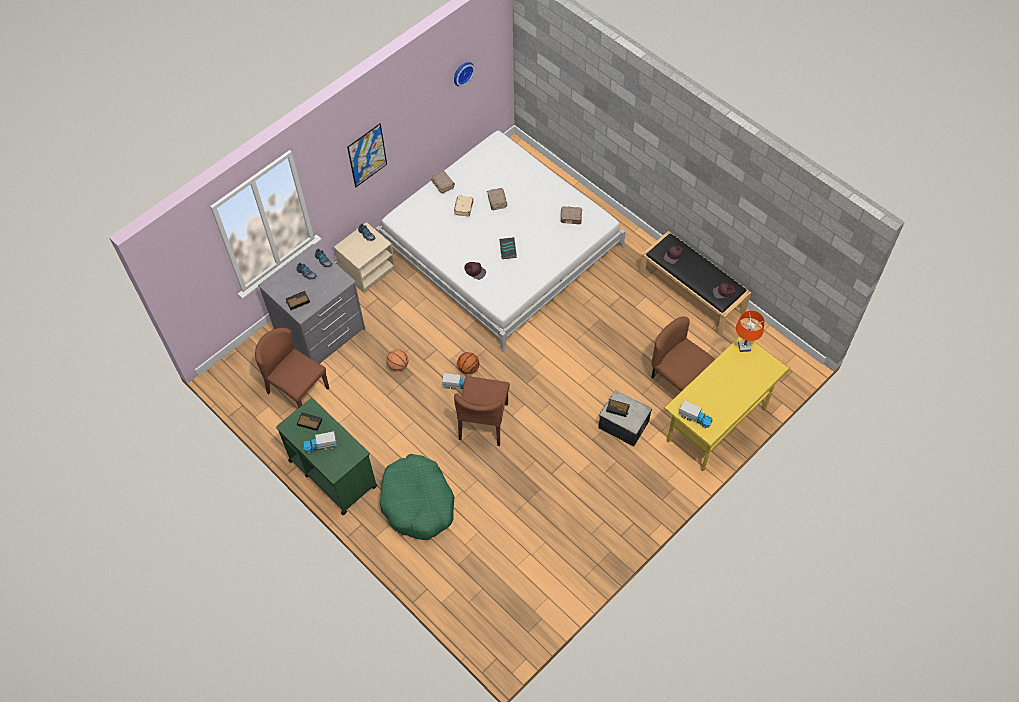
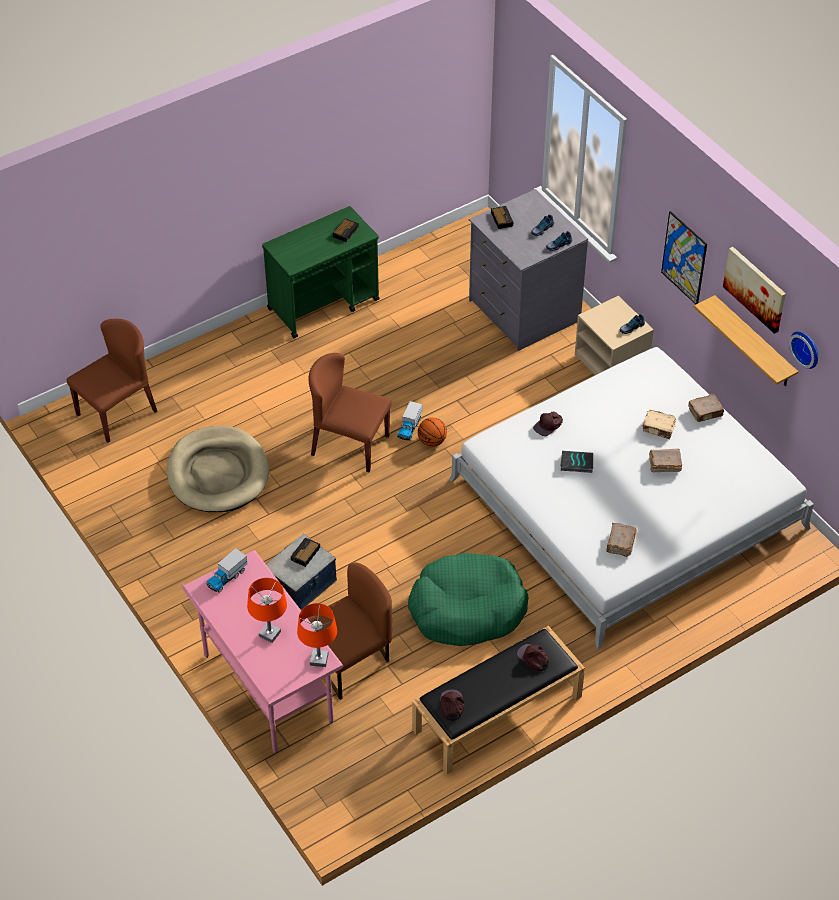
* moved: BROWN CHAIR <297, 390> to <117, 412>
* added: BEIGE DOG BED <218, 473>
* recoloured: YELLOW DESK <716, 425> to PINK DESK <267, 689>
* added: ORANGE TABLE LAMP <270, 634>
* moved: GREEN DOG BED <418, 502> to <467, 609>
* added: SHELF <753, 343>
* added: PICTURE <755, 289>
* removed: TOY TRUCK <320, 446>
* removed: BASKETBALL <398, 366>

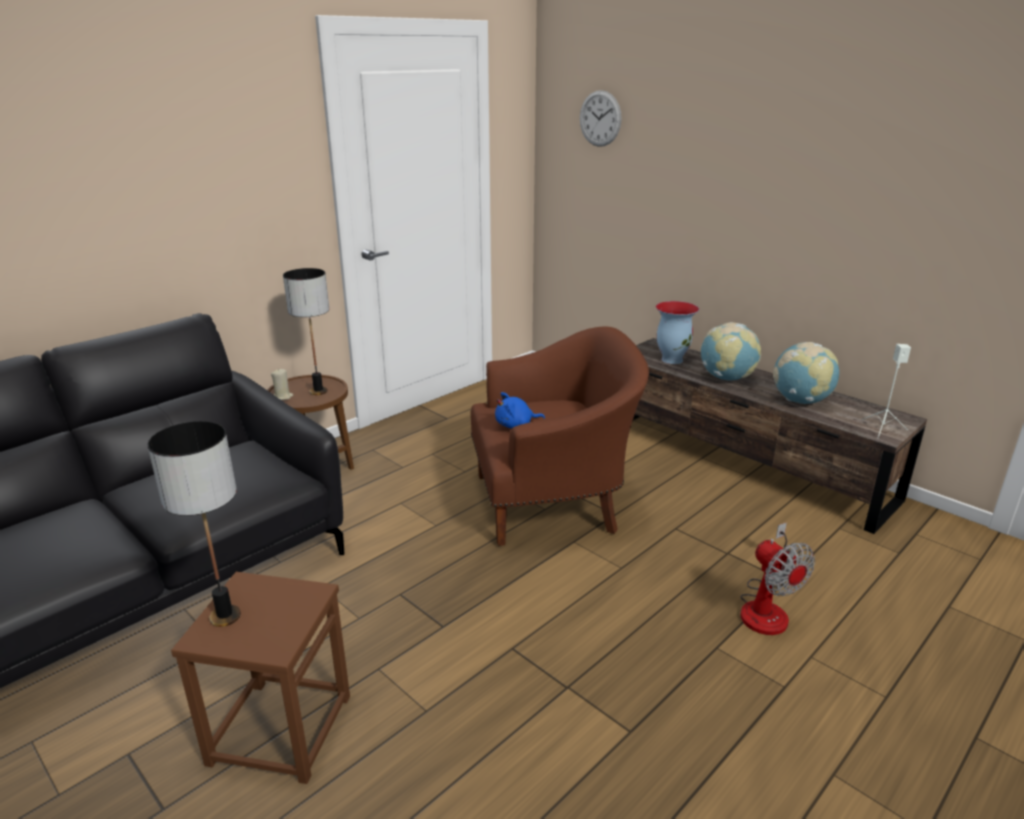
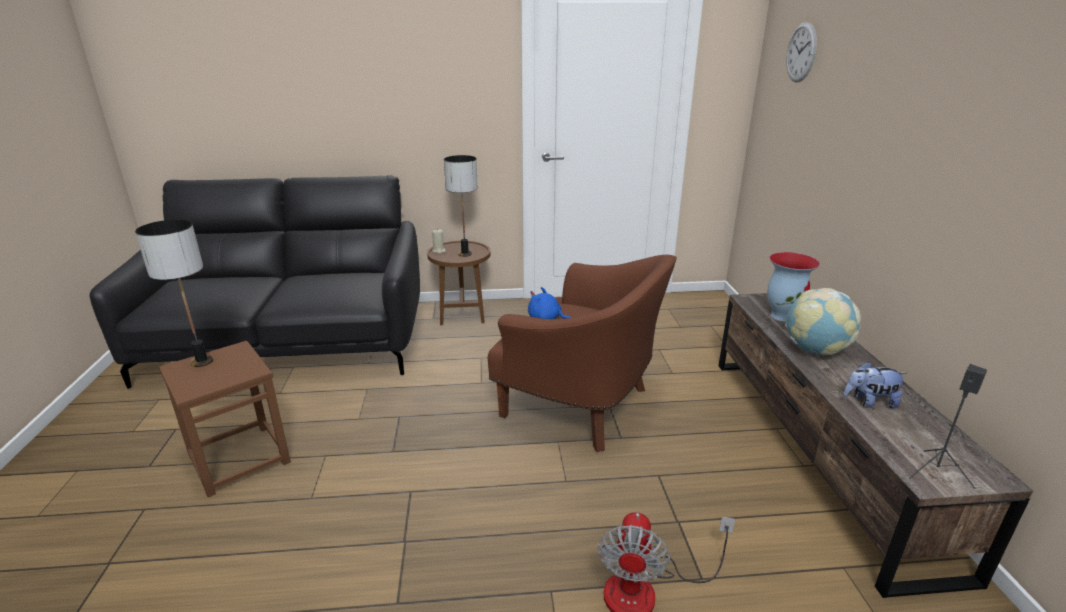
* replaced: GLOBE <800, 401> to PLUSH TOY <869, 402>
* recoloured: WHITE SPEAKER <882, 429> to BLACK SPEAKER <935, 472>

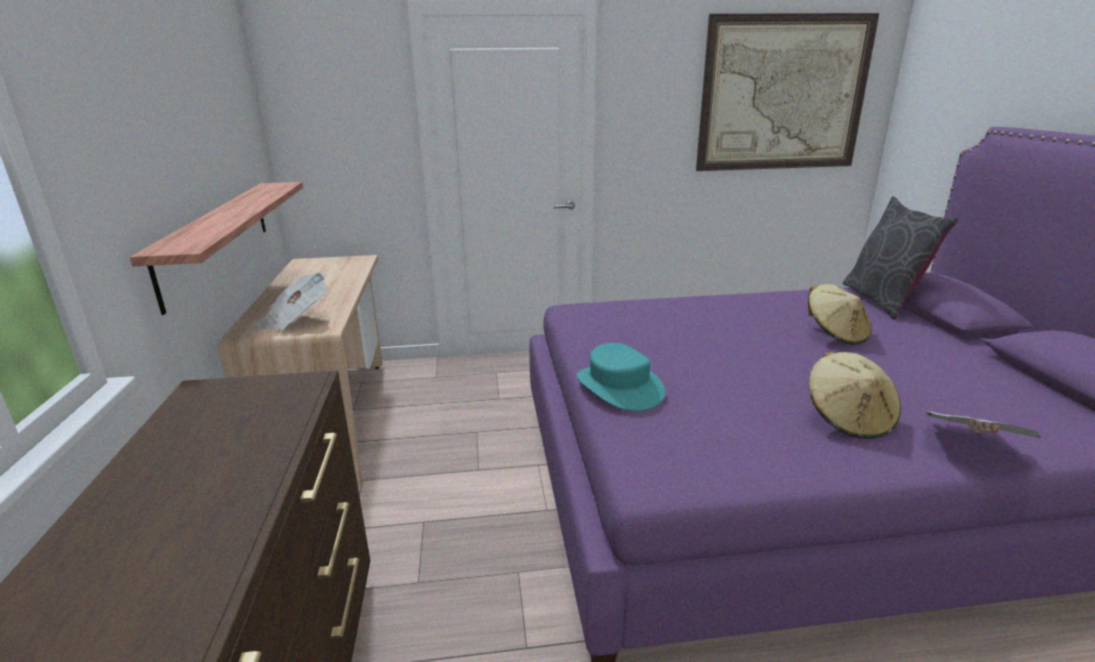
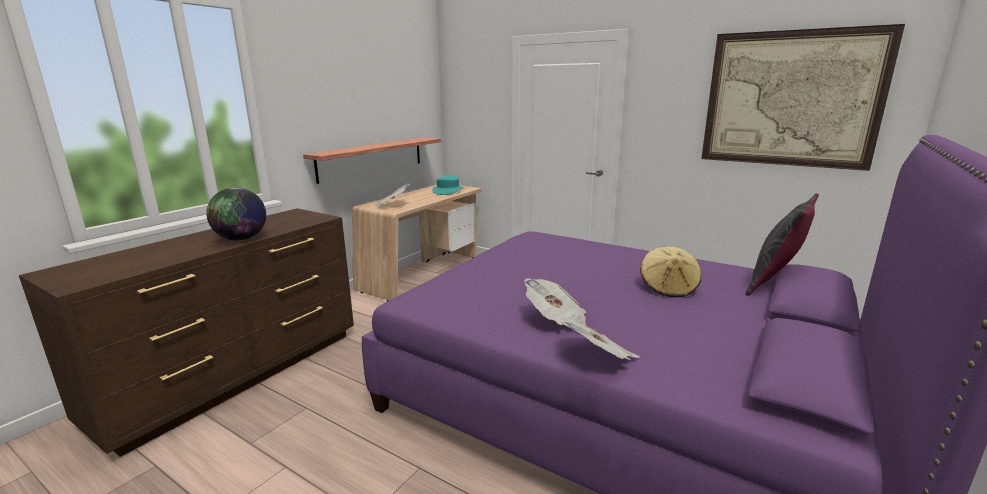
* added: GLOBE <241, 239>
* moved: TURQUOISE HAT <618, 387> to <448, 191>
* replaced: BEIGE HAT <848, 419> to NEWSPAPER <556, 320>

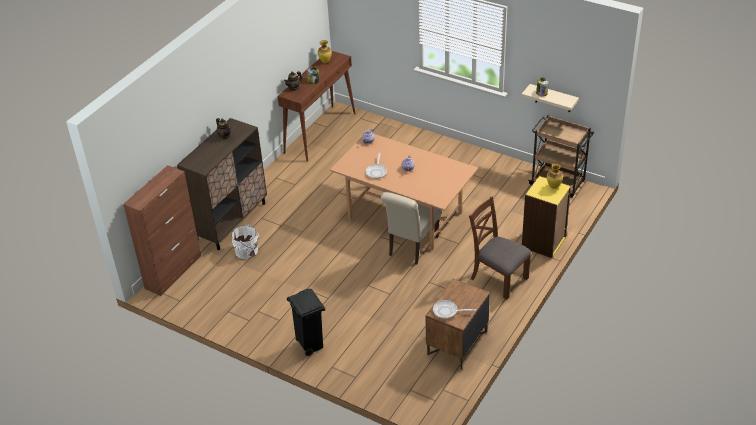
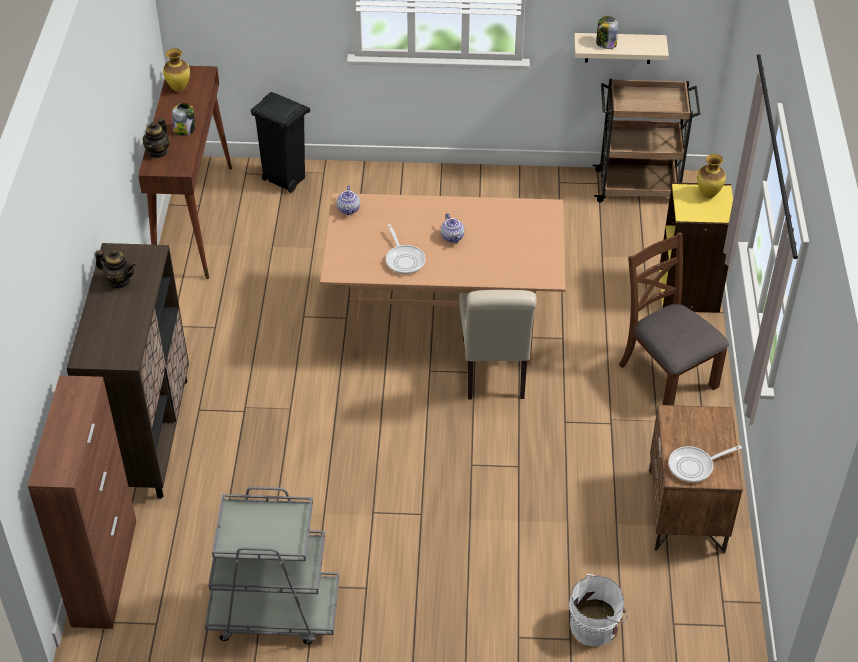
* added: GREY CART <273, 611>
* moved: BLACK TRASH CAN <310, 345> to <284, 180>
* moved: WHITE BUCKET <247, 251> to <596, 625>
* turned: BROWN CHAIR <498, 278> = <666, 375> 45 degrees clockwise

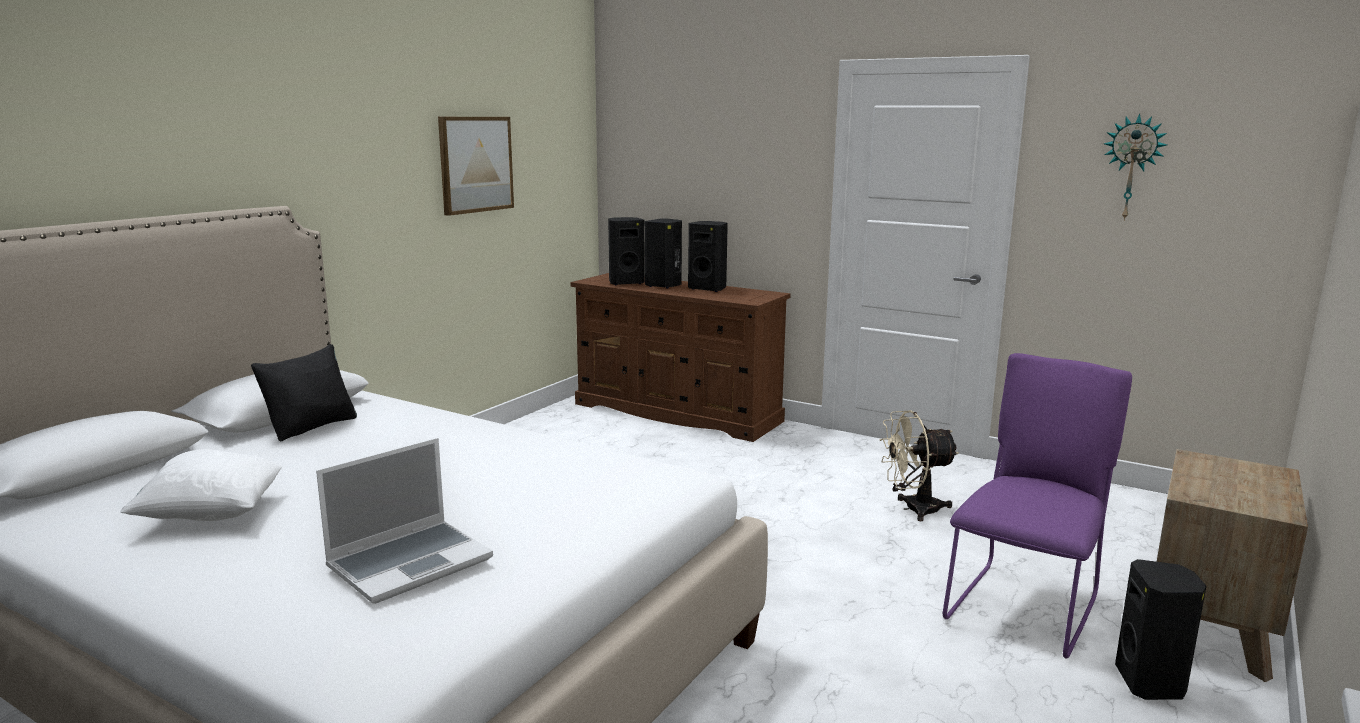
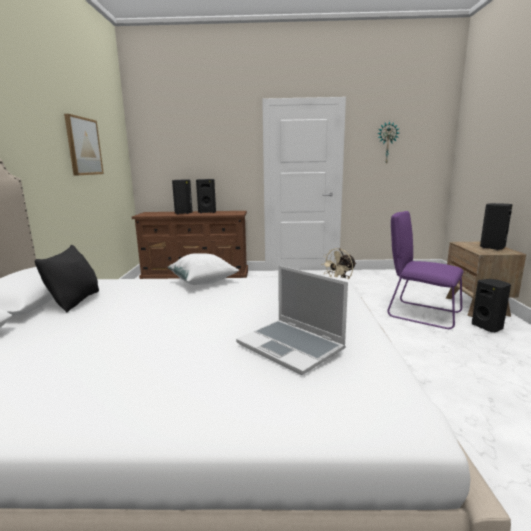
* moved: WHITE PILLOW <211, 514> to <203, 283>
* turned: LAPTOP <411, 562> = <292, 347> 120 degrees clockwise
* turned: PURPLE CHAIR <1025, 605> = <420, 314> 60 degrees counterclockwise
* moved: BLACK SPEAKER <625, 283> to <492, 247>

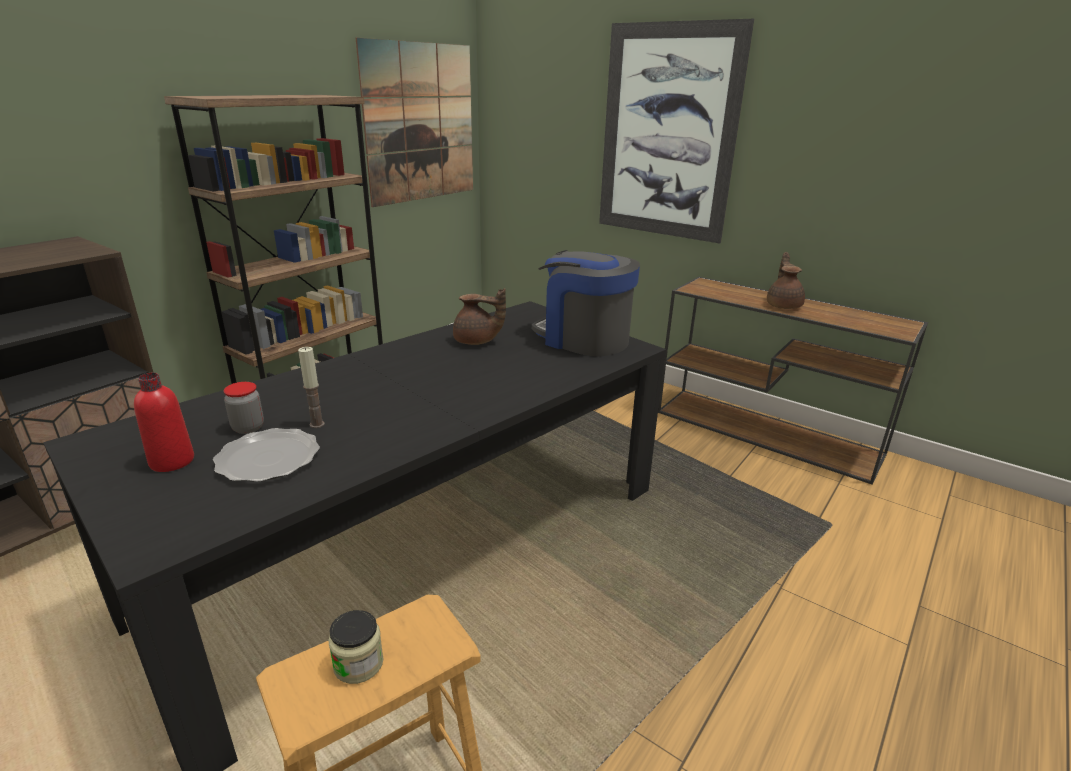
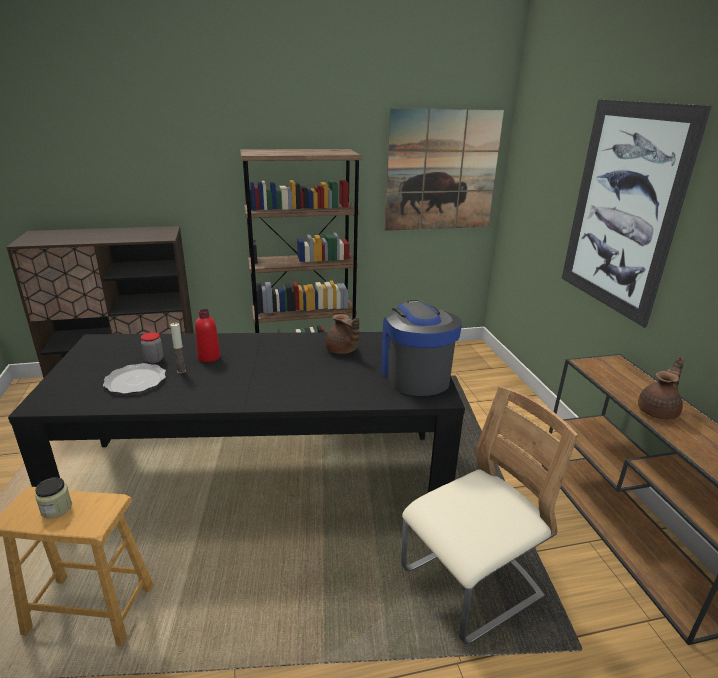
* moved: RED BOTTLE <172, 461> to <209, 357>
* added: BEIGE CHAIR <470, 585>

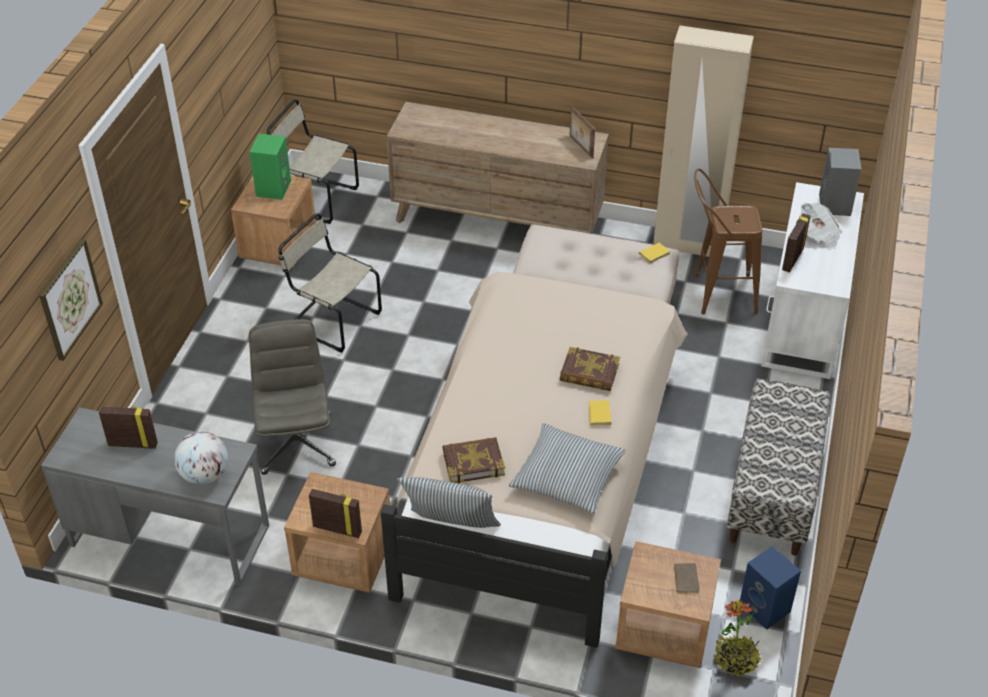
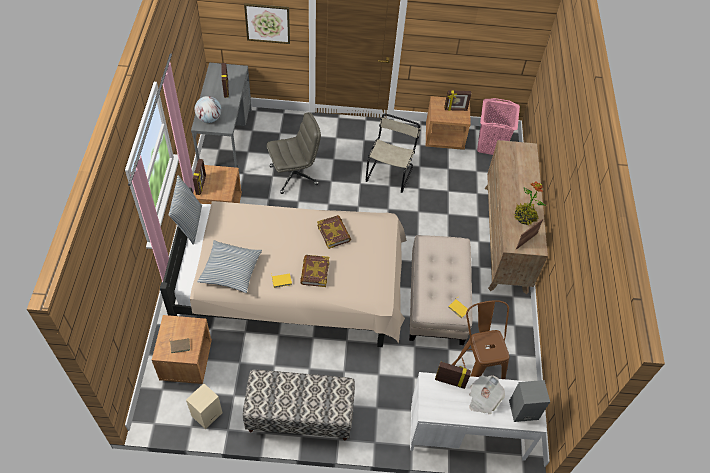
* recoloured: BLUE SPEAKER <766, 608> to BEIGE SPEAKER <206, 415>
* moved: BOOK <473, 463> to <334, 233>
* replaced: GREEN SPEAKER <273, 188> to PICTURE FRAME <455, 109>
* replaced: BEIGE CHAIR <315, 198> to PINK LAUNDRY BASKET <491, 145>
* moved: POTTED PLANT <736, 659> to <525, 217>
* removed: BEIGE WARDROBE <687, 245>

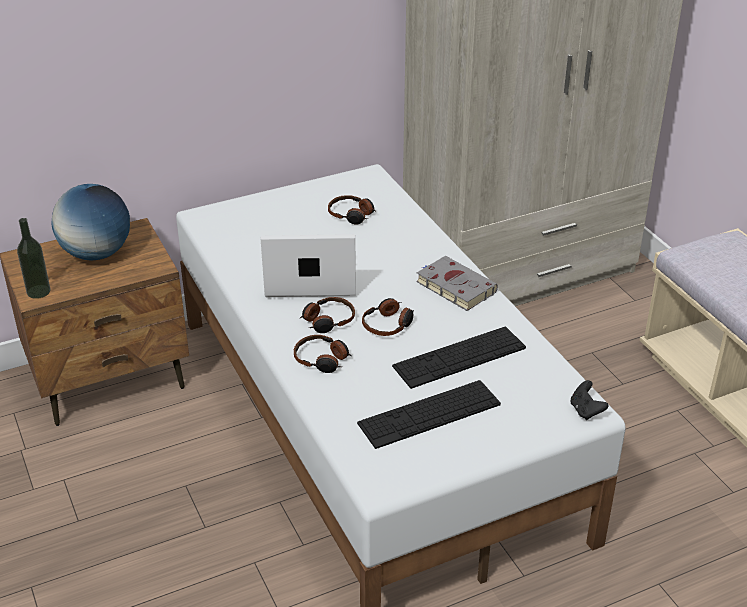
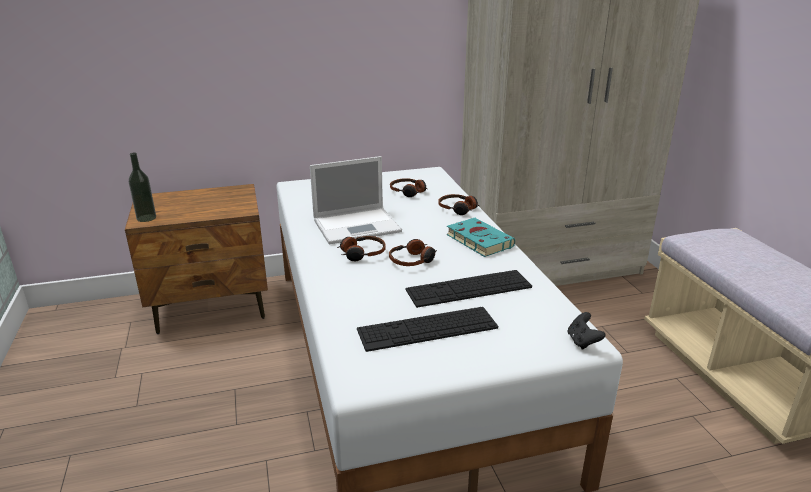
* turned: LAPTOP <308, 278> = <358, 225> 150 degrees clockwise
* moved: HEADPHONES <322, 360> to <458, 209>
* recoloured: GREY BOOK <454, 286> to TURQUOISE BOOK <477, 240>
* removed: GLOBE <96, 253>

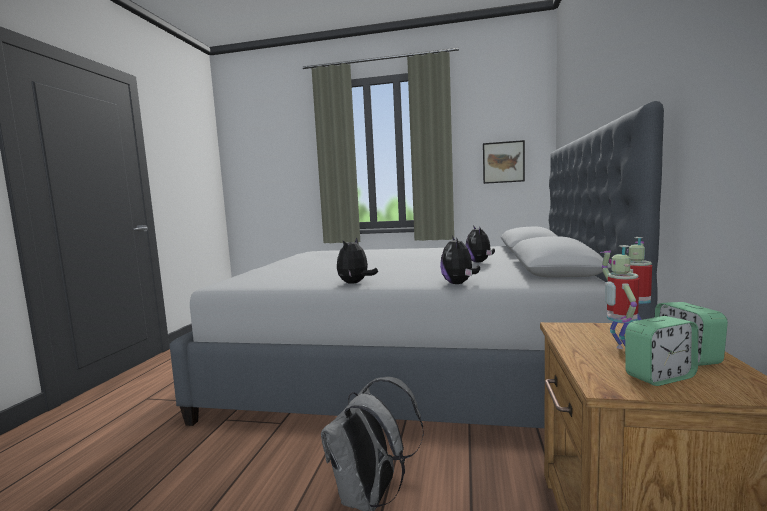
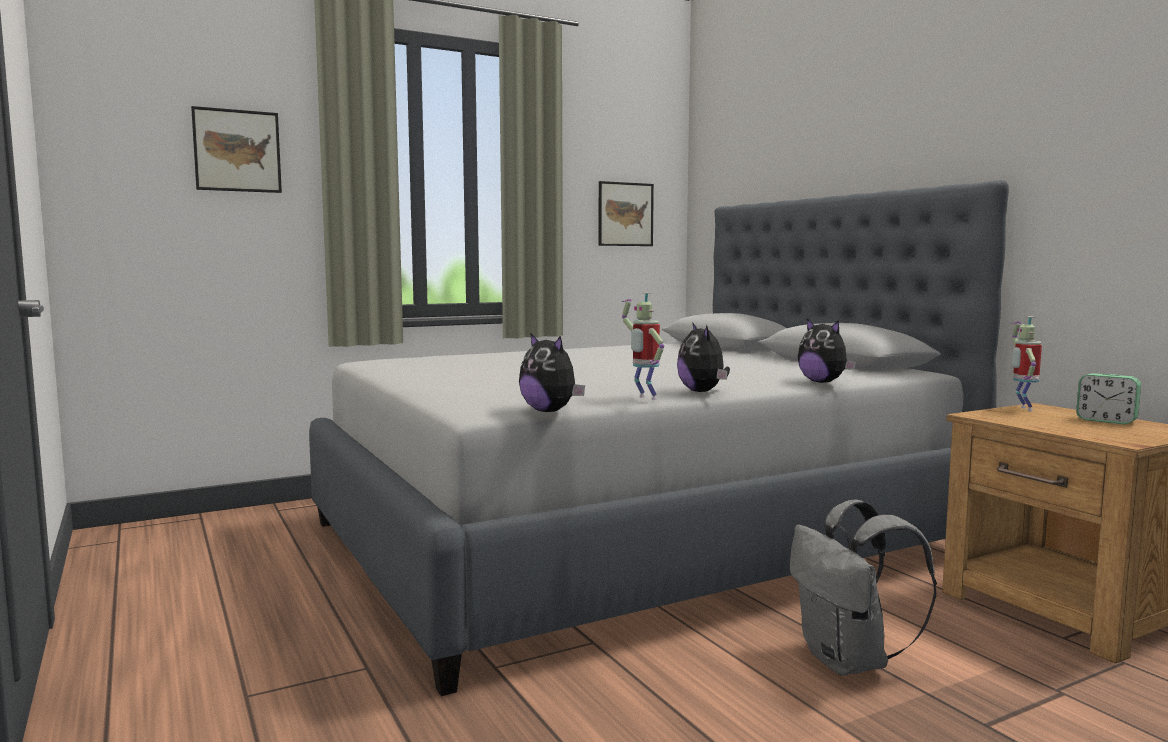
* added: PICTURE <237, 151>
* moved: PLUSH TOY <480, 262> to <550, 411>
* moved: TOY ROBOT <619, 351> to <644, 398>
* removed: ALARM CLOCK <659, 377>

